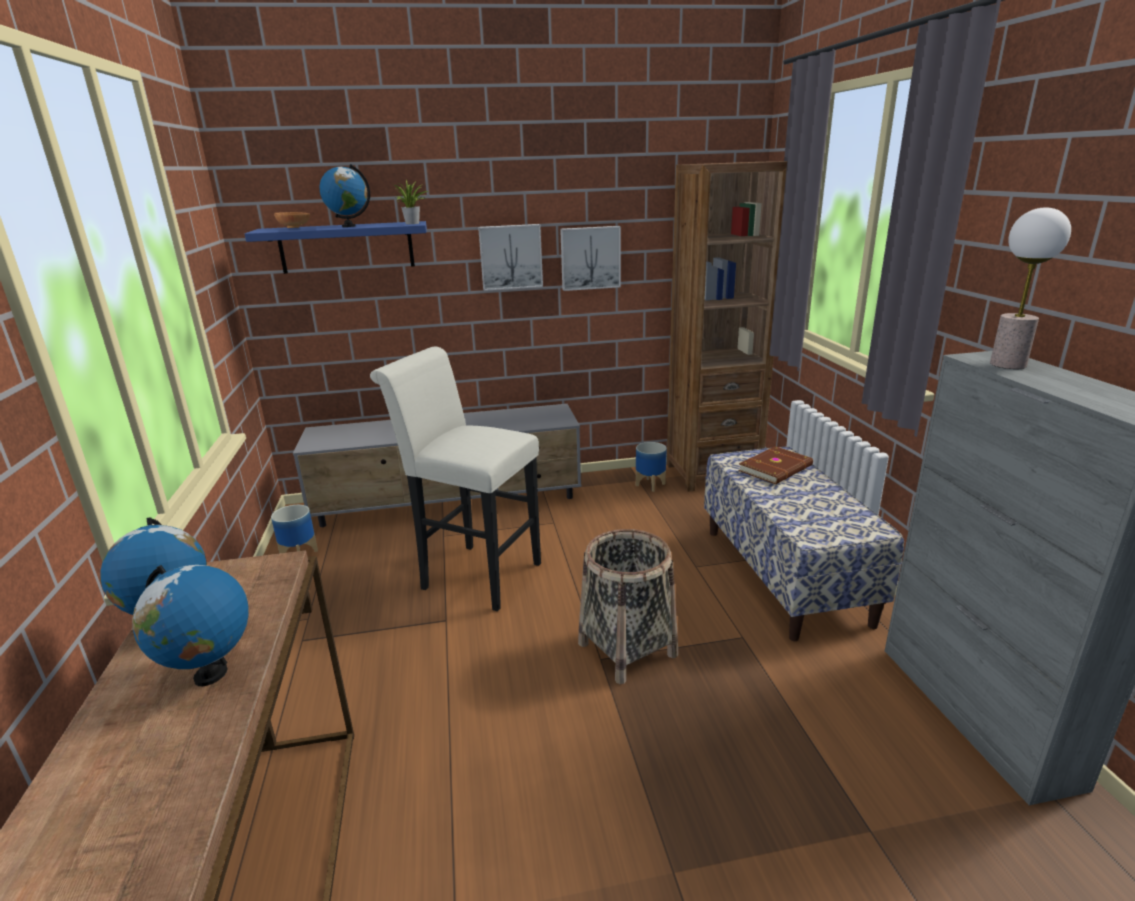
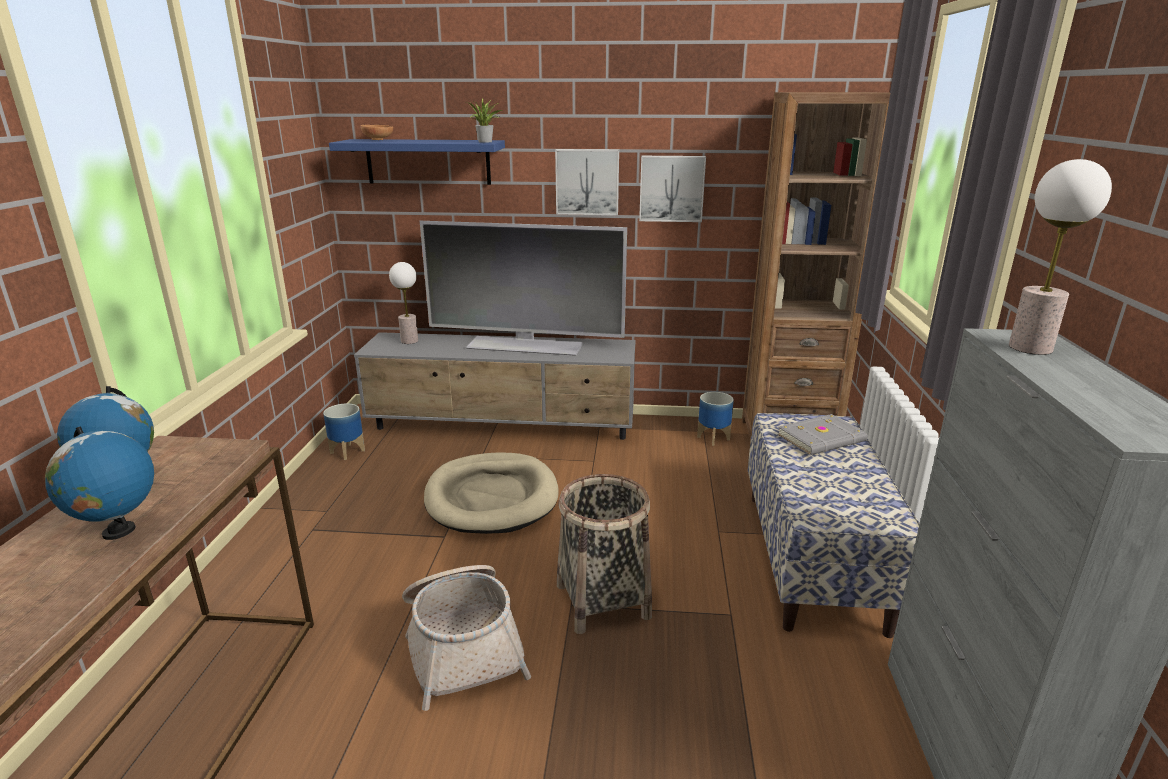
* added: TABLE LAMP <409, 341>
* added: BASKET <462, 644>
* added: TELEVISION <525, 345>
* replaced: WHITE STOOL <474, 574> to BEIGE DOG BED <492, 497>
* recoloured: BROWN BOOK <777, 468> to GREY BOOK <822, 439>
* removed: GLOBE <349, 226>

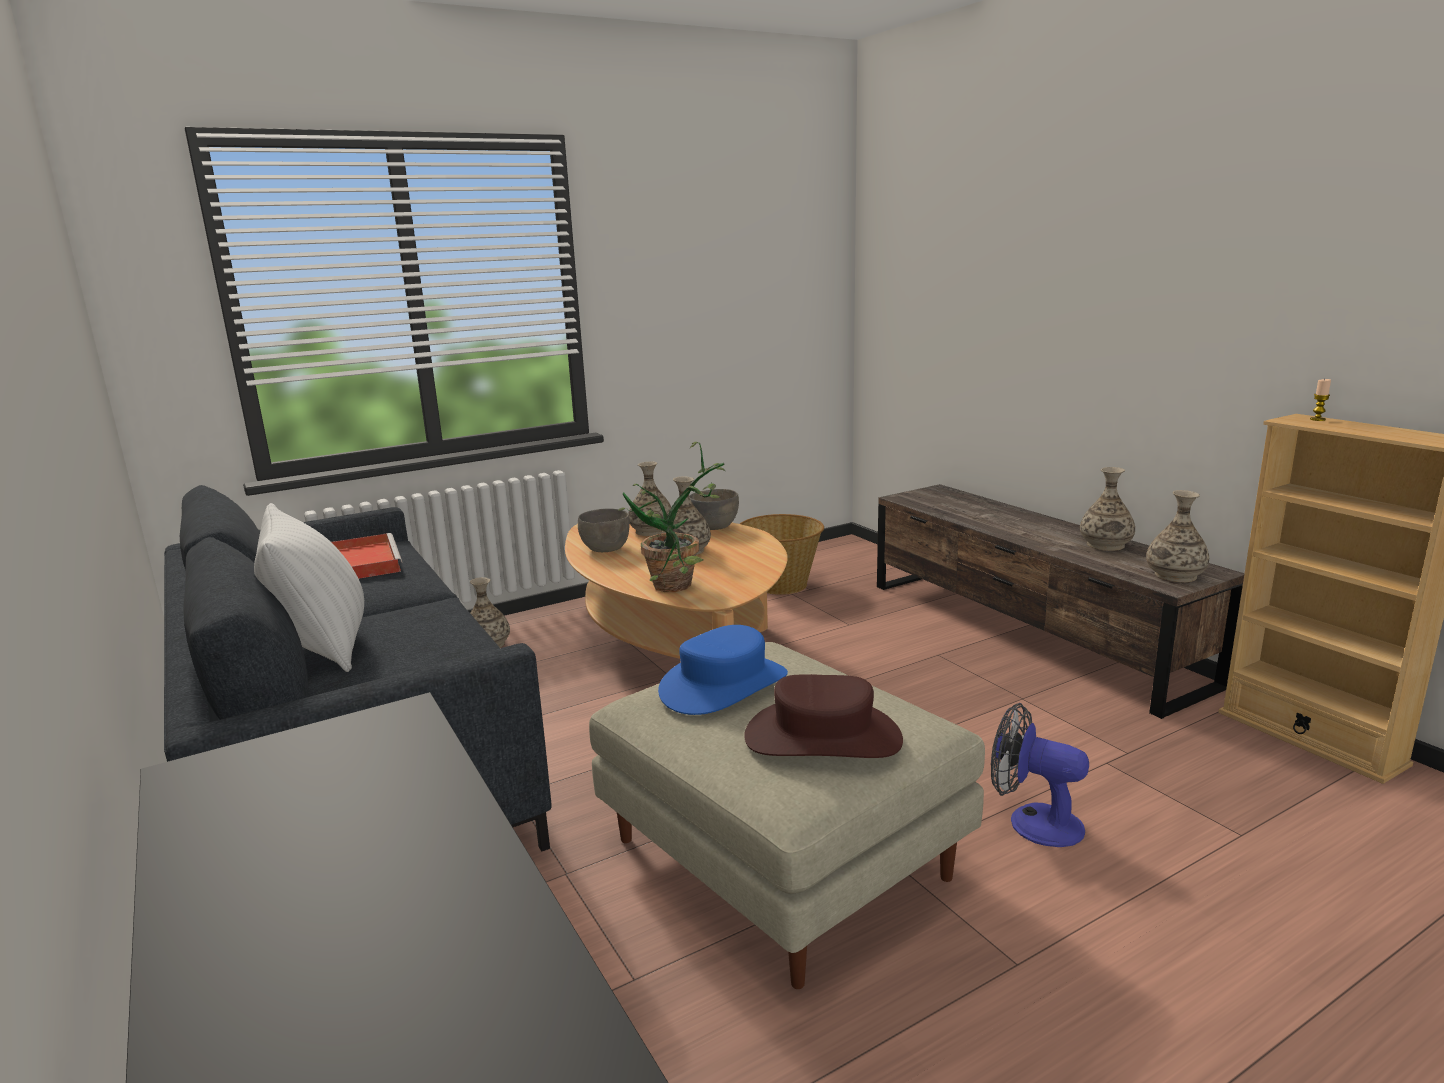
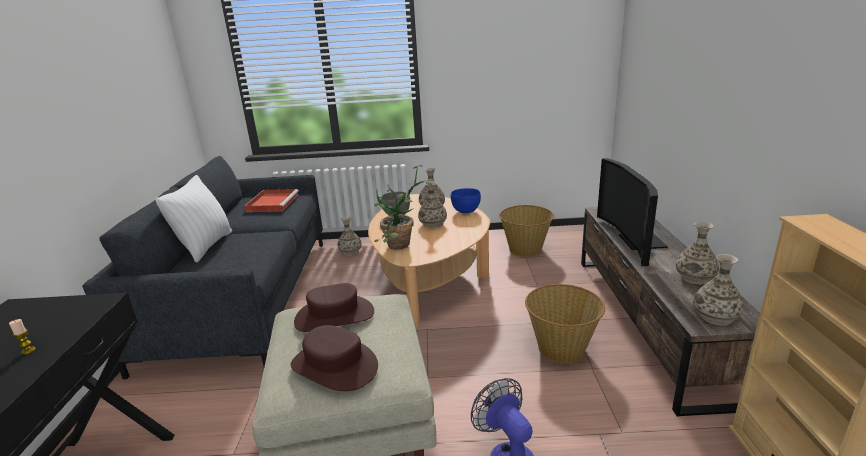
* moved: CANDLE <1317, 419> to <28, 350>
* recoloured: BLUE HAT <723, 685> to BROWN HAT <334, 316>
* recoloured: GREY BOWL <715, 527> to BLUE BOWL <466, 211>
* added: BASKET <561, 348>
* added: TELEVISION <635, 241>

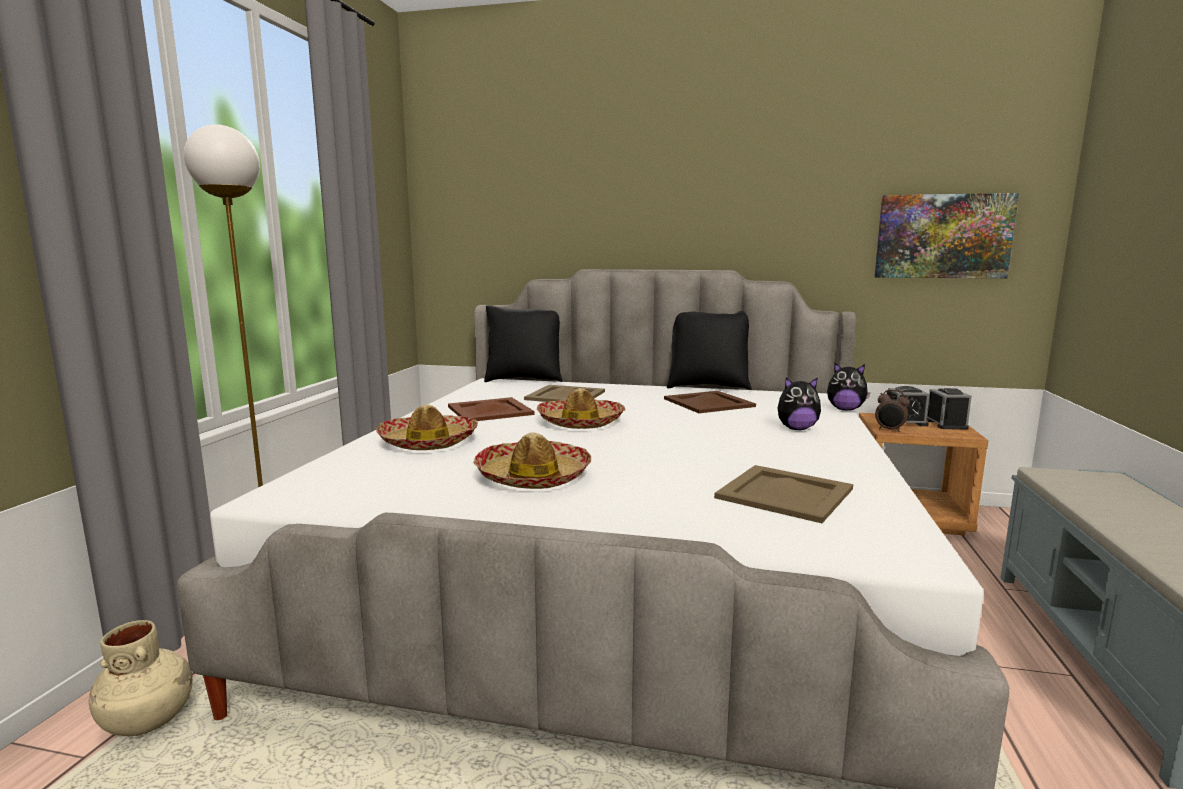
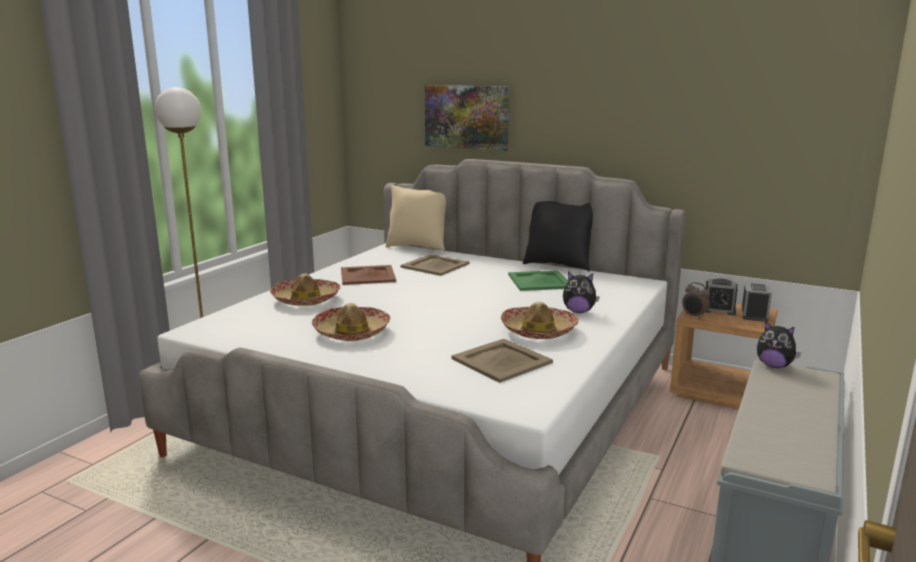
* recoloured: BLACK PILLOW <524, 380> to BEIGE PILLOW <417, 247>
* moved: PICTURE <942, 236> to <466, 117>
* moved: HAT <581, 422> to <538, 331>
* recoloured: BROWN TRAY <709, 403> to GREEN TRAY <540, 281>
* moved: PLUSH TOY <845, 409> to <774, 366>
* removed: BEIGE VASE <148, 720>

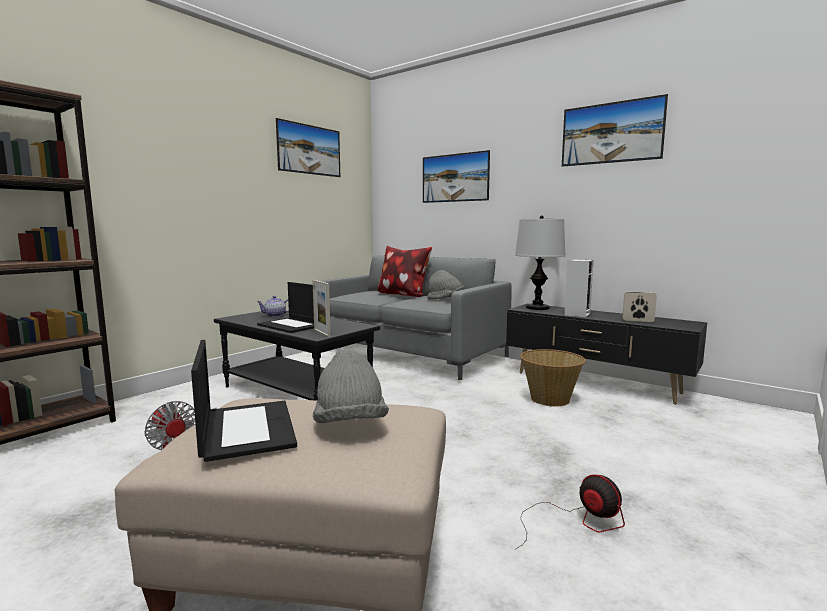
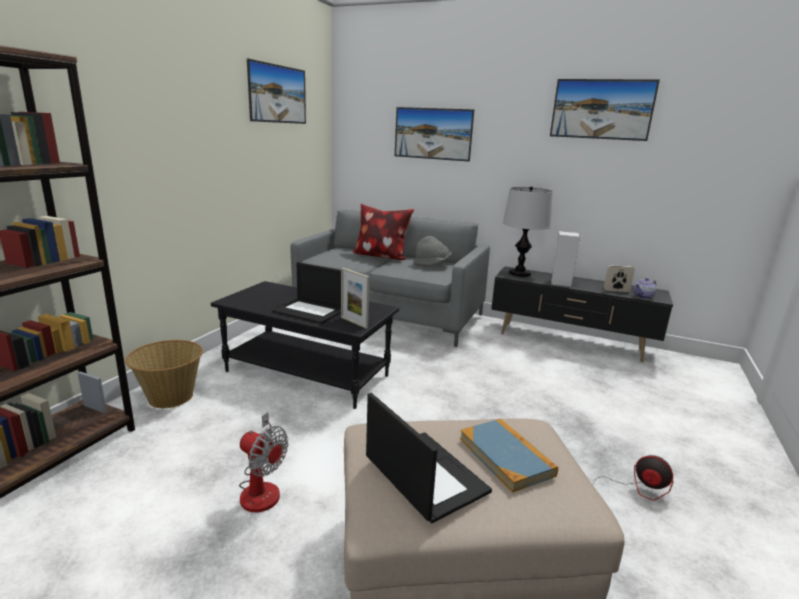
* moved: BASKET <550, 399> to <170, 397>
* replaced: GREY HAT <350, 425> to BOOK <506, 456>
* moved: TEAPOT <275, 315> to <643, 296>

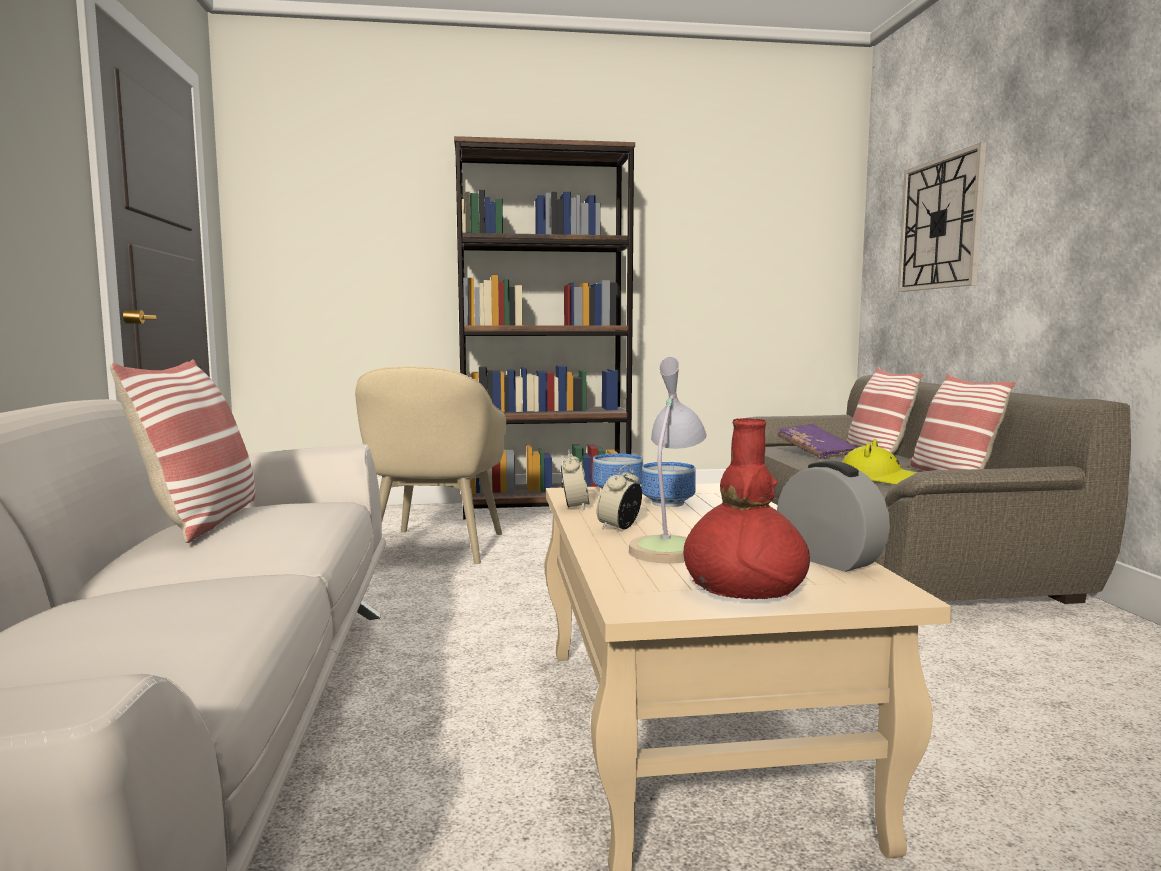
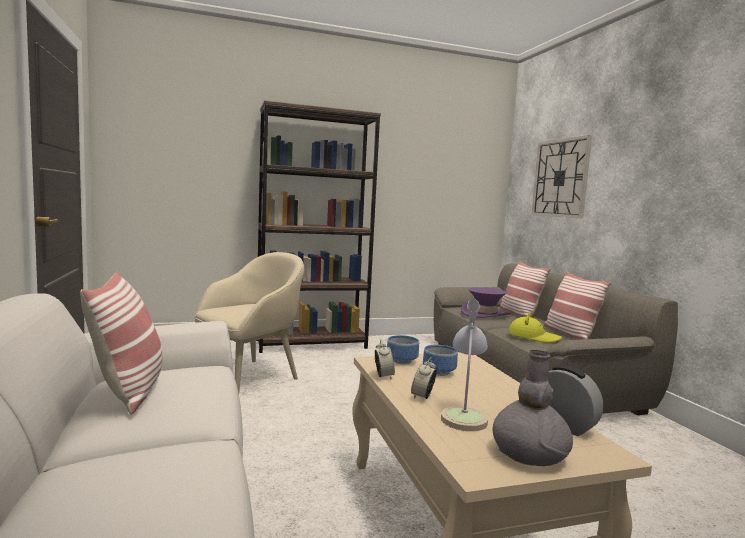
* turned: BEIGE ARMCHAIR <436, 547> = <248, 376> 135 degrees counterclockwise
* replaced: PURPLE BOOK <815, 453> to PURPLE HAT <485, 314>
* recoloured: RED VASE <743, 588> to GREY VASE <529, 454>

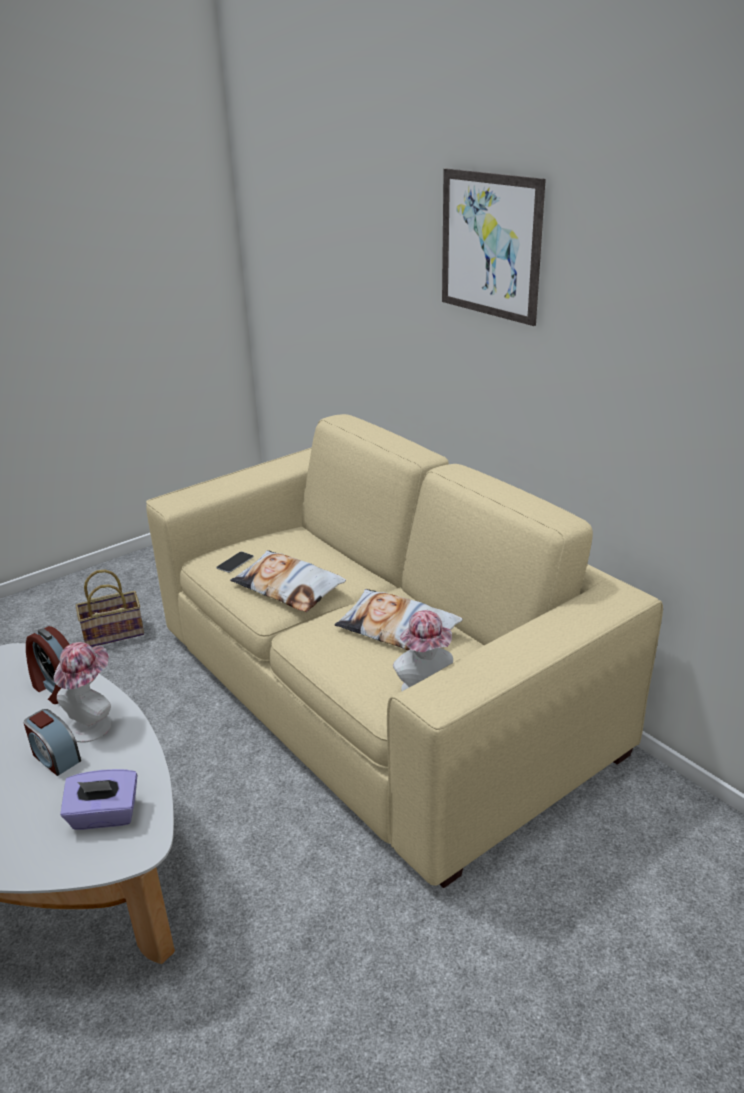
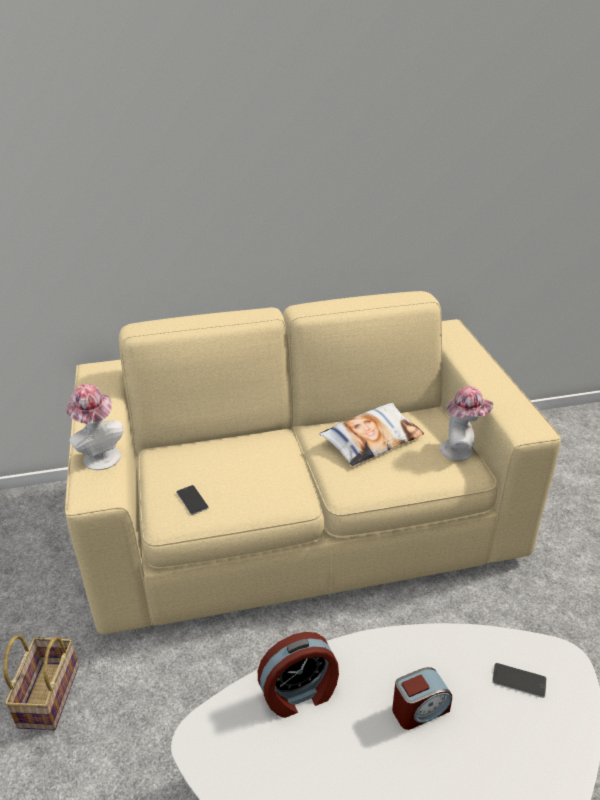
* moved: HAT <93, 723> to <99, 455>
* replaced: PURPLE TISSUE BOX <104, 816> to PHONE <519, 680>
* removed: PILLOW <288, 587>
* removed: PICTURE <490, 245>

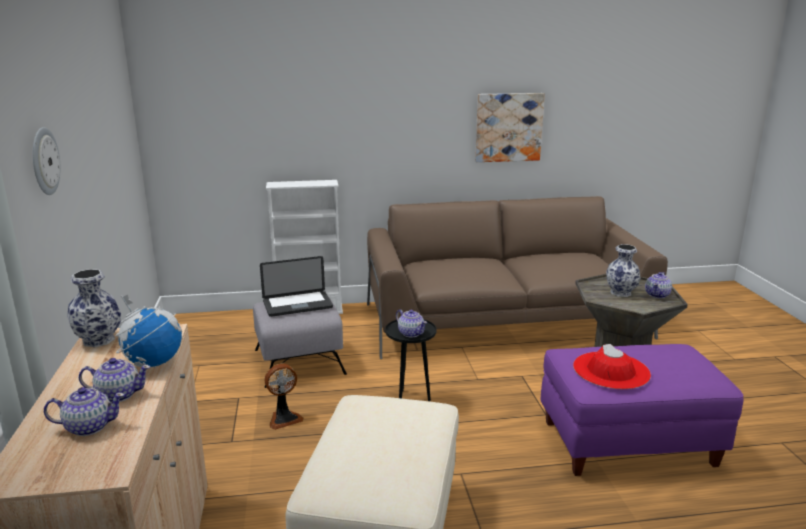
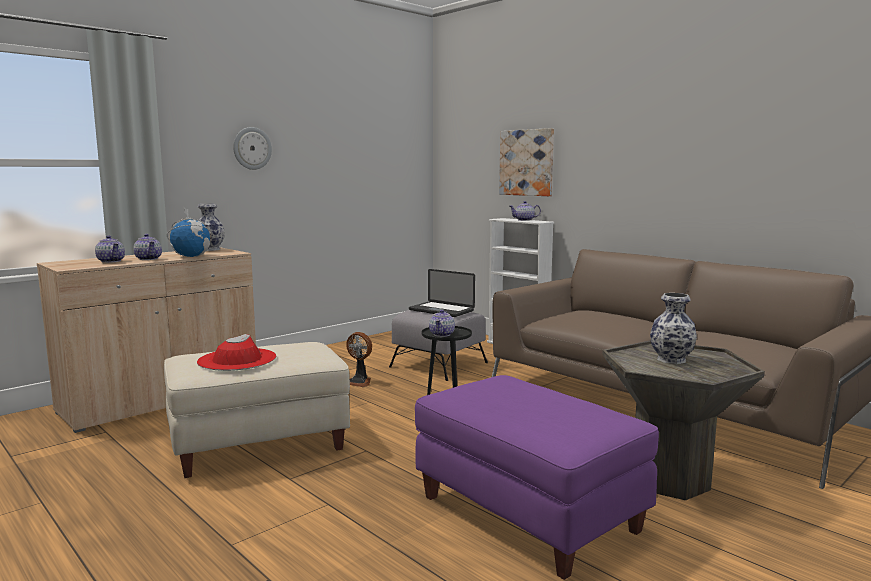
* moved: RED HAT <611, 370> to <237, 359>
* moved: PICTURE <508, 127> to <527, 162>
* moved: TEAPOT <657, 295> to <524, 220>

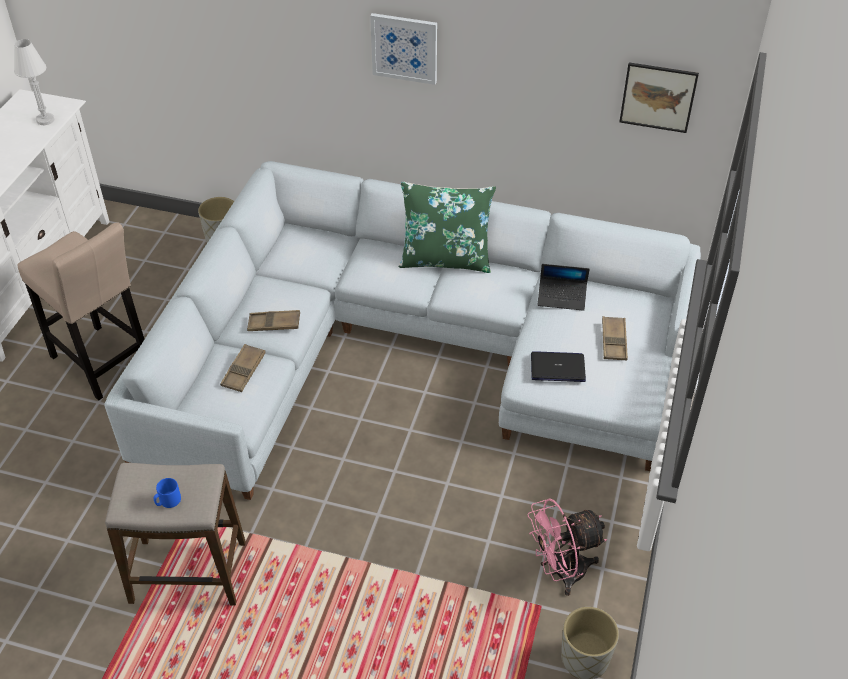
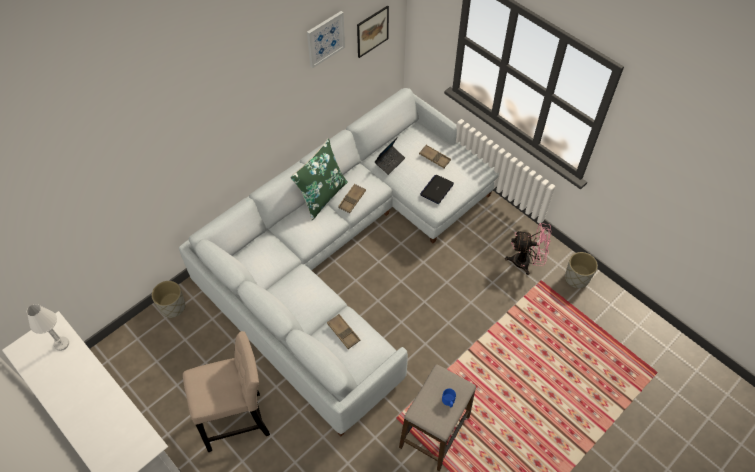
* moved: PICTURE <404, 48> to <325, 39>
* moved: BROWN TRAY <274, 324> to <352, 200>
* turned: PINK FAN <561, 572> = <526, 262> 90 degrees counterclockwise

